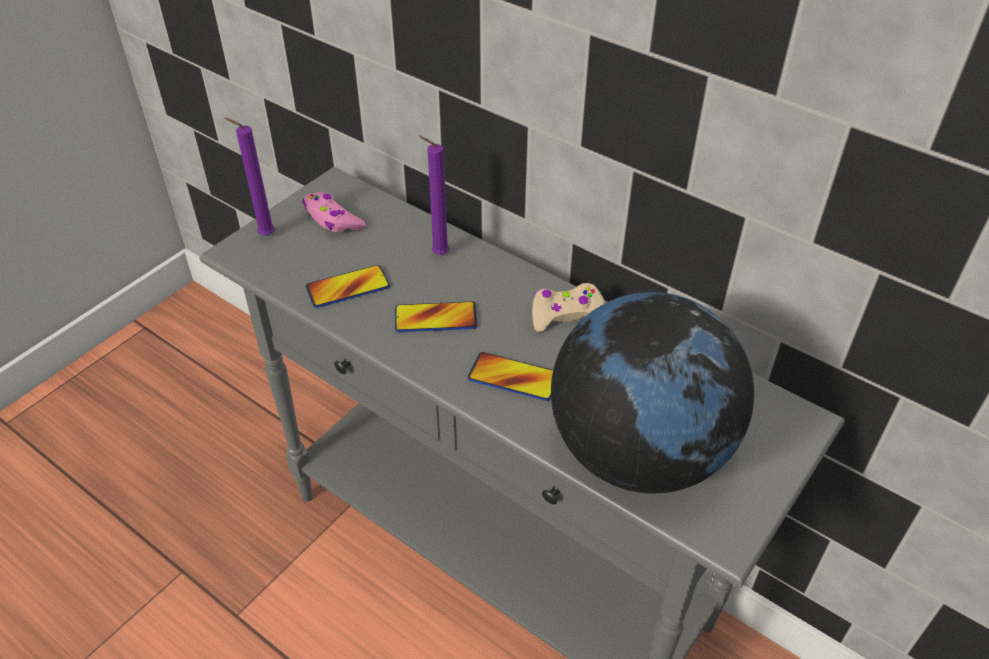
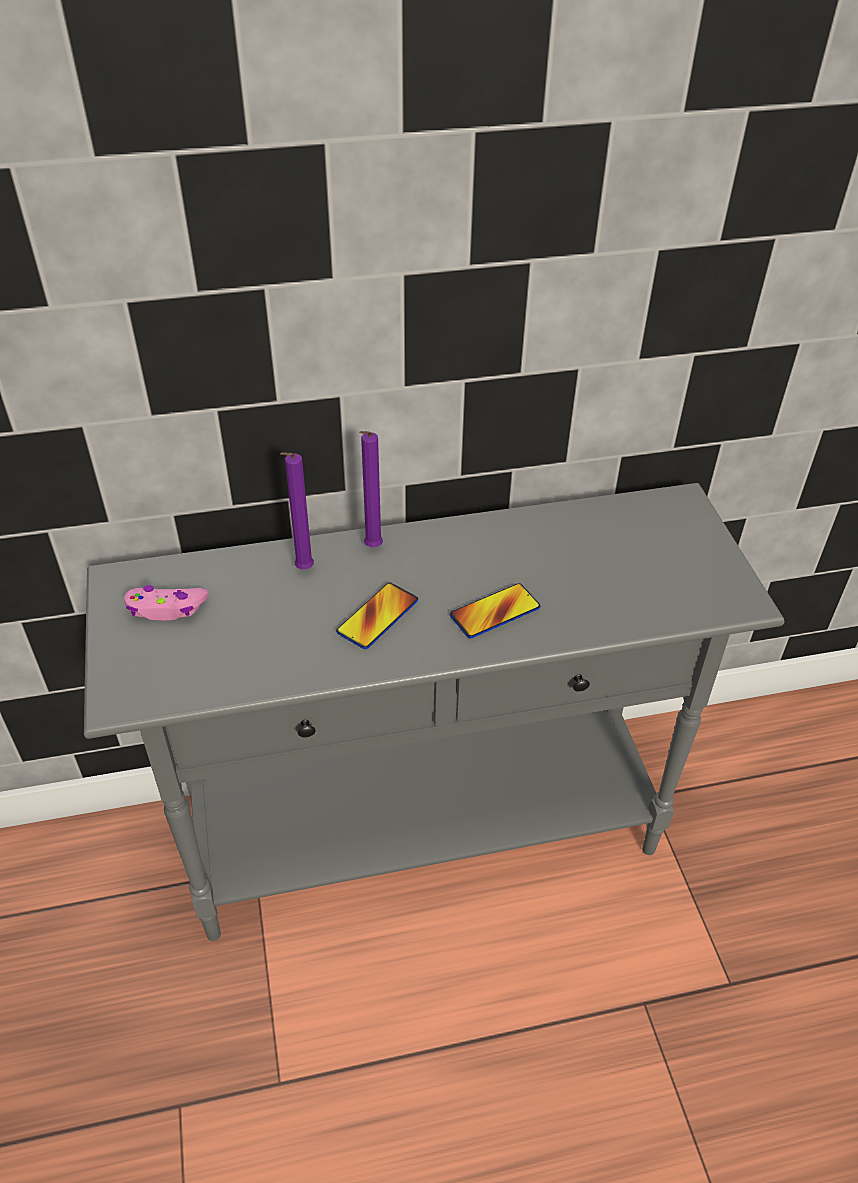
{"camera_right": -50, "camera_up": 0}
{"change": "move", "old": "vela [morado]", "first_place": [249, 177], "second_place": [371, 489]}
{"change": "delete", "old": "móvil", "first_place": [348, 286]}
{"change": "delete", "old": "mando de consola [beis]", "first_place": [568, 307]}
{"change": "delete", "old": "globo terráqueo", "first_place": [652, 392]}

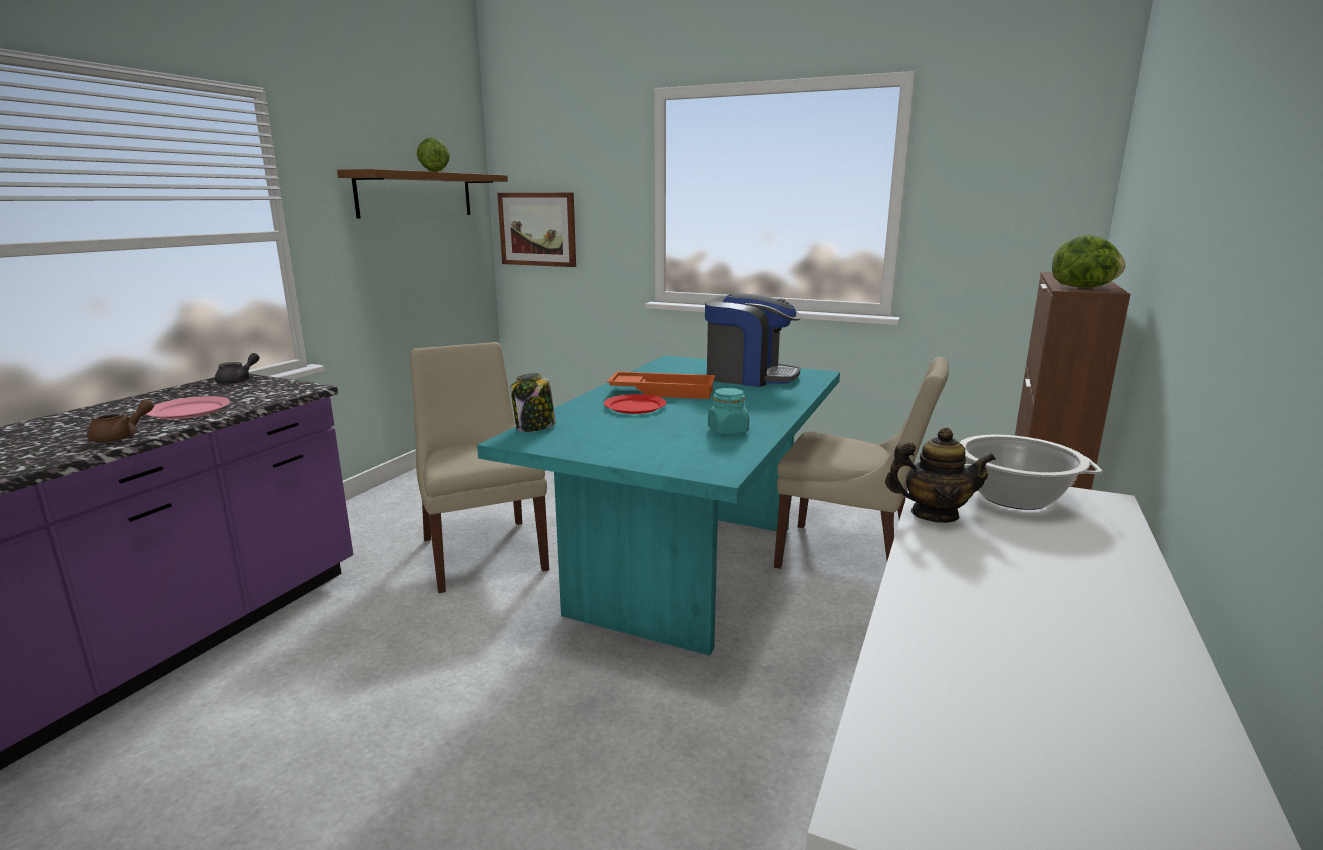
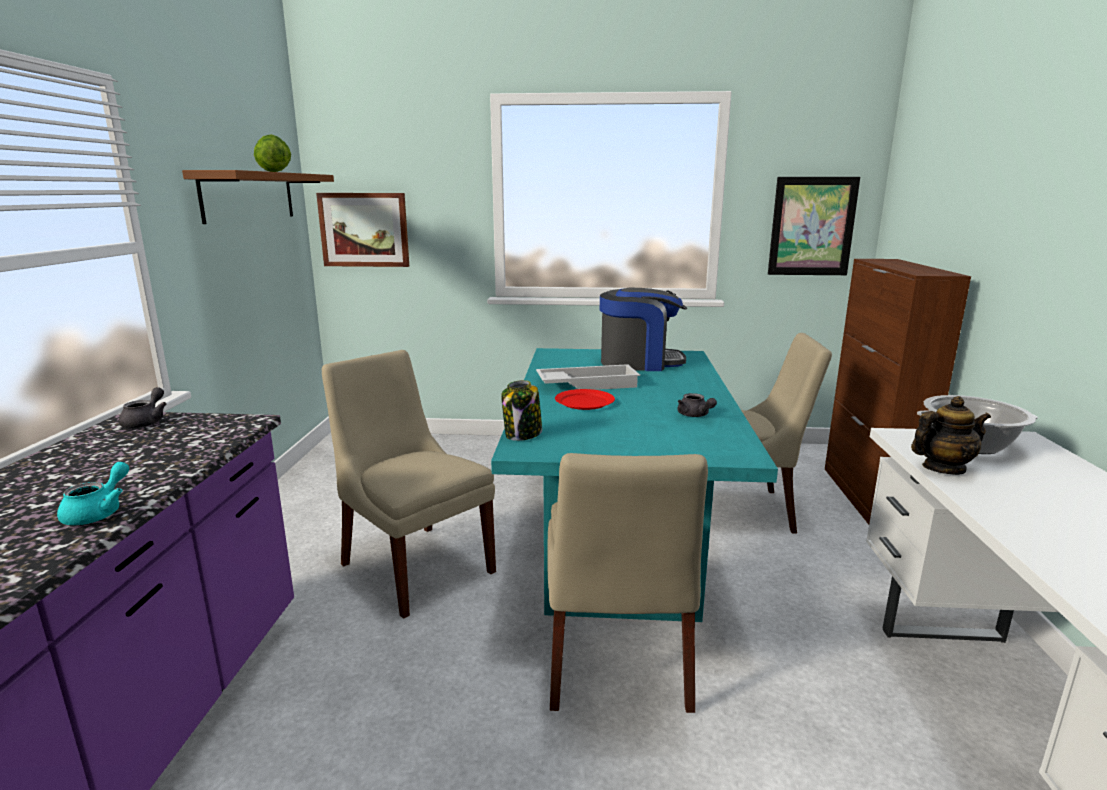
{"camera_right": -20, "camera_up": 0}
{"change": "delete", "old": "lechuga", "first_place": [1089, 261]}
{"change": "recolor", "old": "bandeja [naranja]", "new": "bandeja [blanco]", "first_place": [661, 385], "second_place": [588, 377]}
{"change": "replace", "old": "tarro [turquesa]", "new": "tetera [gris]", "first_place": [728, 411], "second_place": [697, 405]}
{"change": "delete", "old": "plato [rosa]", "first_place": [188, 407]}
{"change": "recolor", "old": "tetera [marrón]", "new": "tetera [turquesa]", "first_place": [120, 420], "second_place": [93, 493]}
{"change": "insert", "new": "cuadro", "second_place": [814, 226]}
{"change": "insert", "new": "silla [beis]", "second_place": [628, 583]}

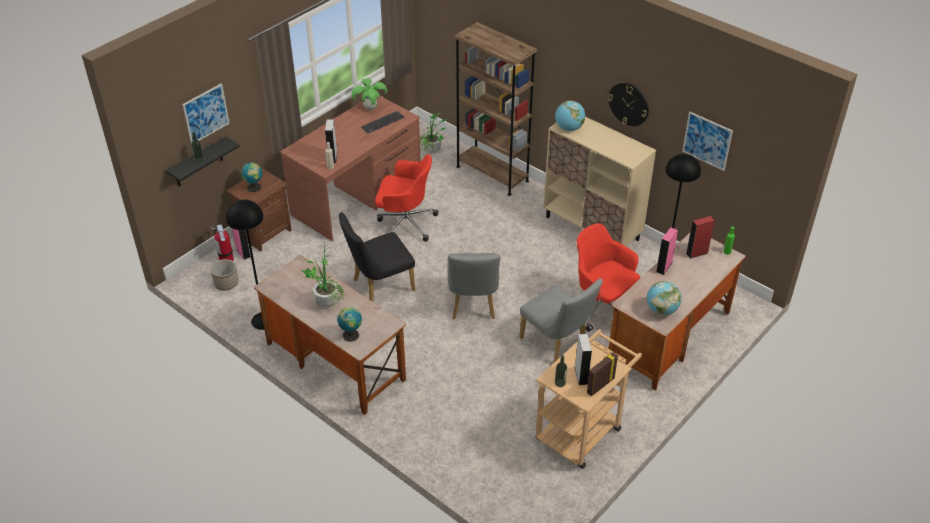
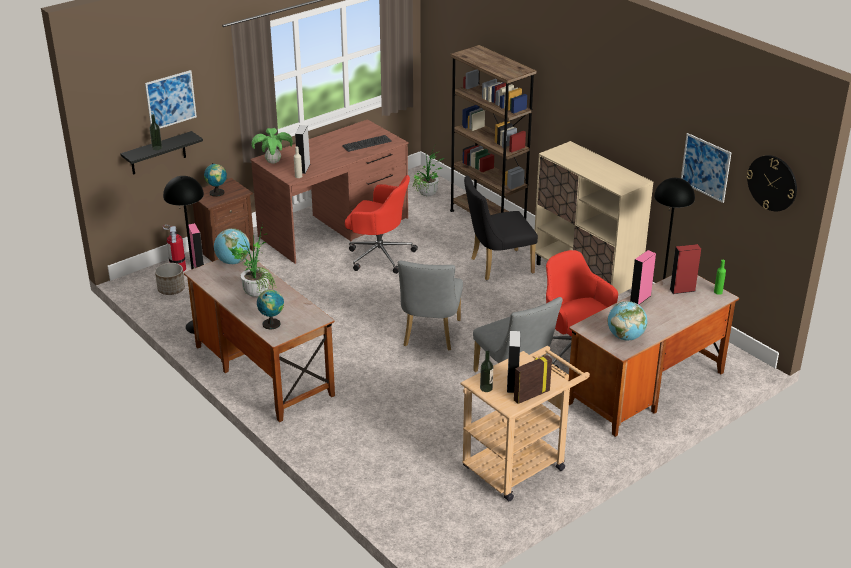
{"camera_right": 10, "camera_up": -10}
{"change": "move", "old": "planta en maceta", "first_place": [369, 94], "second_place": [272, 146]}
{"change": "move", "old": "reloj de pared", "first_place": [628, 104], "second_place": [771, 183]}
{"change": "move", "old": "globo terráqueo", "first_place": [570, 116], "second_place": [232, 246]}
{"change": "move", "old": "silla [negro]", "first_place": [377, 257], "second_place": [501, 228]}

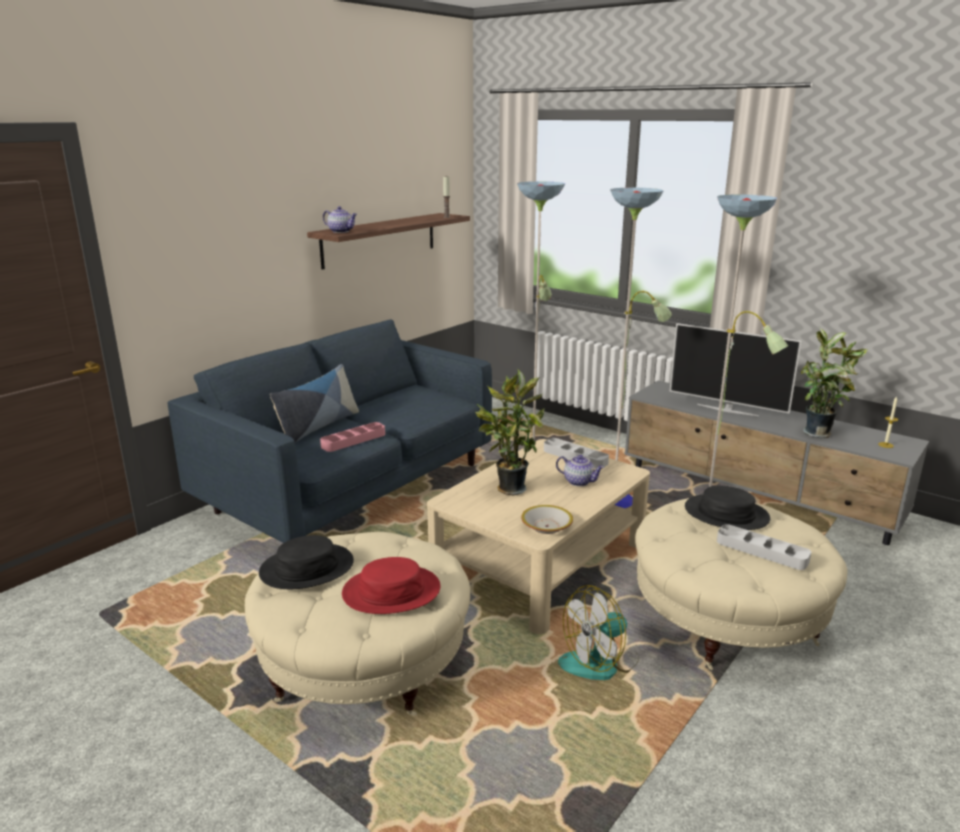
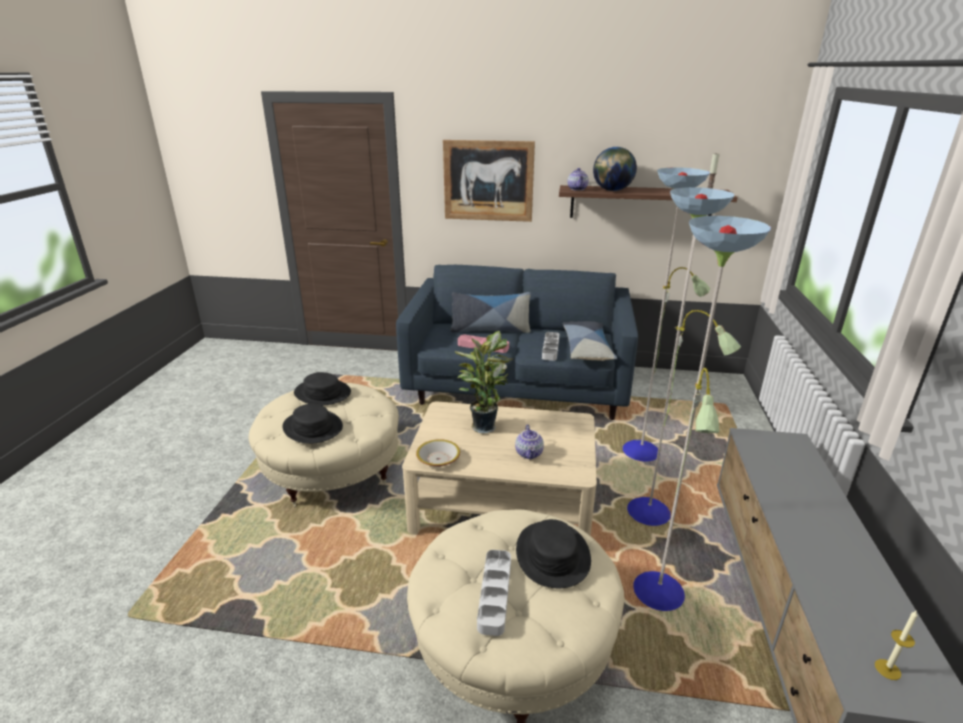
{"camera_right": 60, "camera_up": 5}
{"change": "delete", "old": "televisor", "first_place": [736, 369]}
{"change": "delete", "old": "planta en maceta", "first_place": [834, 382]}
{"change": "move", "old": "bandeja [gris]", "first_place": [576, 453], "second_place": [550, 346]}
{"change": "recolor", "old": "sombrero [rojo]", "new": "sombrero [negro]", "first_place": [391, 585], "second_place": [313, 424]}
{"change": "delete", "old": "ventilador", "first_place": [598, 632]}
{"change": "insert", "new": "cuadro", "second_place": [489, 181]}
{"change": "insert", "new": "globo terráqueo", "second_place": [615, 169]}
{"change": "insert", "new": "cojín", "second_place": [590, 341]}

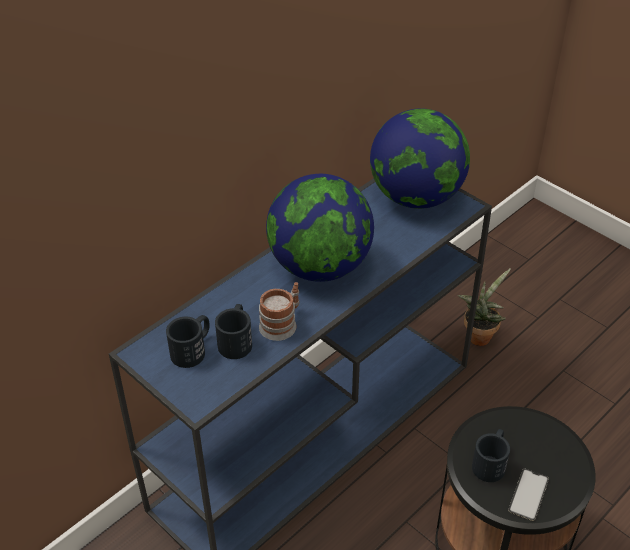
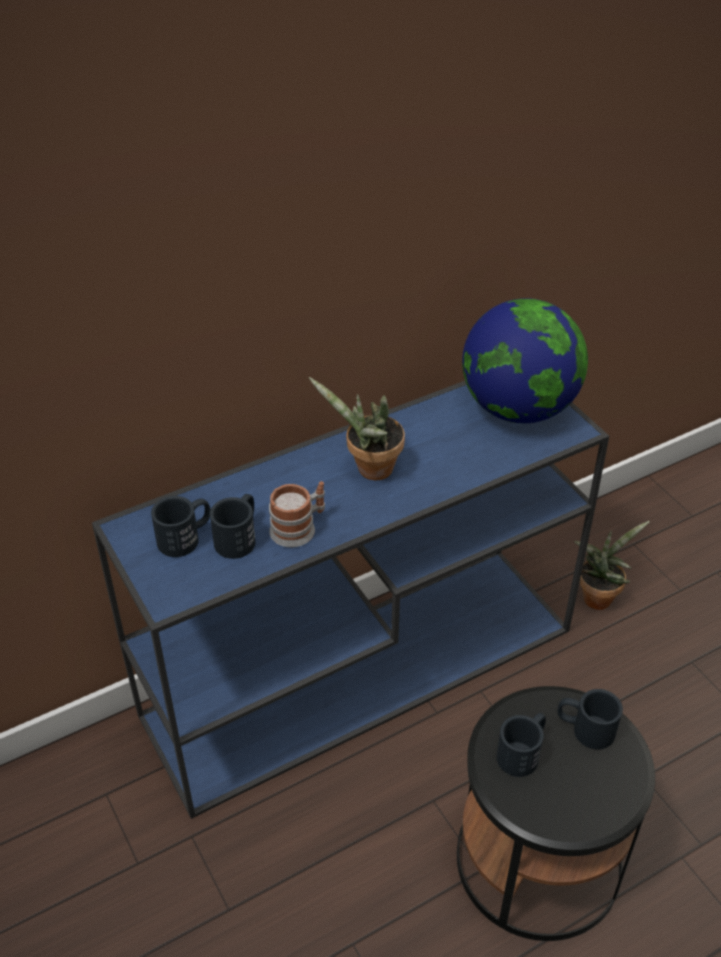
{"camera_right": 15, "camera_up": 0}
{"change": "replace", "old": "globo terráqueo", "new": "planta en maceta", "first_place": [320, 228], "second_place": [357, 428]}
{"change": "delete", "old": "móvil", "first_place": [528, 495]}
{"change": "insert", "new": "taza grande [negro]", "second_place": [590, 719]}

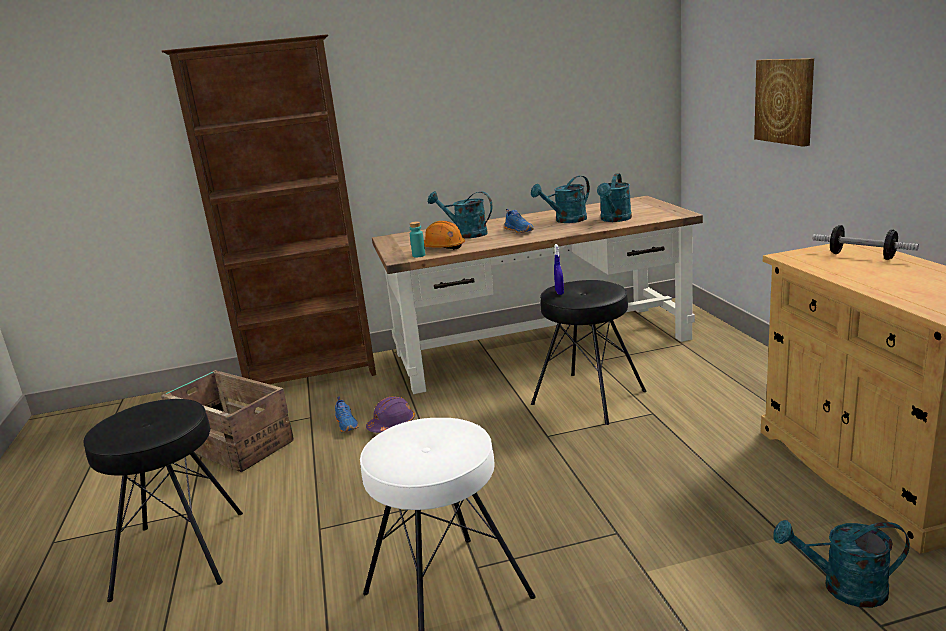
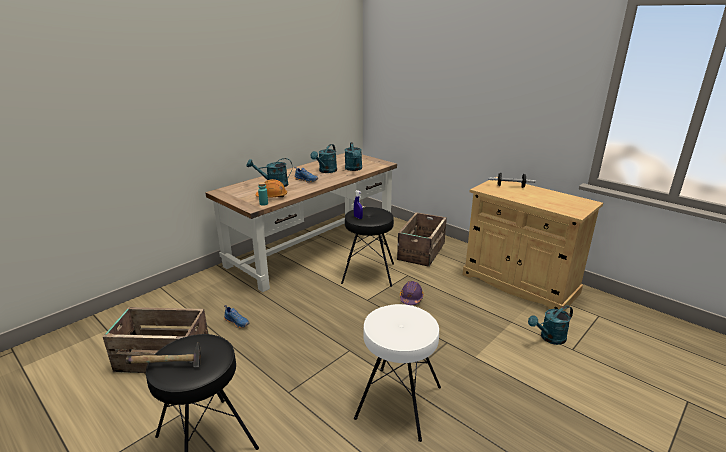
{"camera_right": -35, "camera_up": 5}
{"change": "delete", "old": "estantería [marrón]", "first_place": [269, 209]}
{"change": "delete", "old": "cuadro", "first_place": [784, 102]}
{"change": "move", "old": "casco [morado]", "first_place": [390, 414], "second_place": [412, 293]}
{"change": "insert", "new": "caja de embalaje", "second_place": [422, 239]}
{"change": "insert", "new": "martillo", "second_place": [163, 354]}

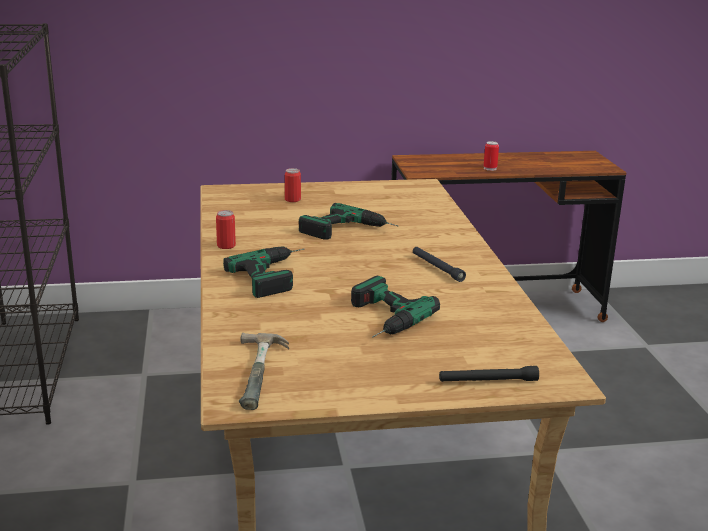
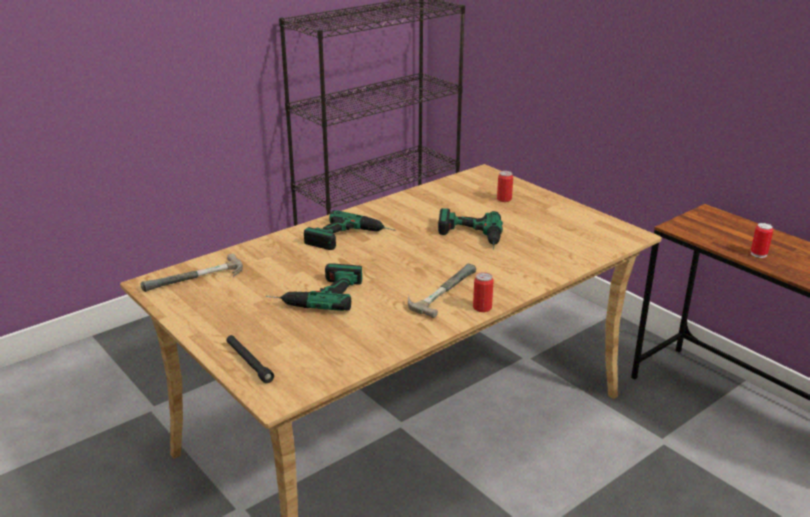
{"camera_right": 60, "camera_up": 5}
{"change": "move", "old": "lata", "first_place": [226, 229], "second_place": [483, 292]}
{"change": "replace", "old": "linterna [negro]", "new": "martillo", "first_place": [439, 264], "second_place": [442, 290]}

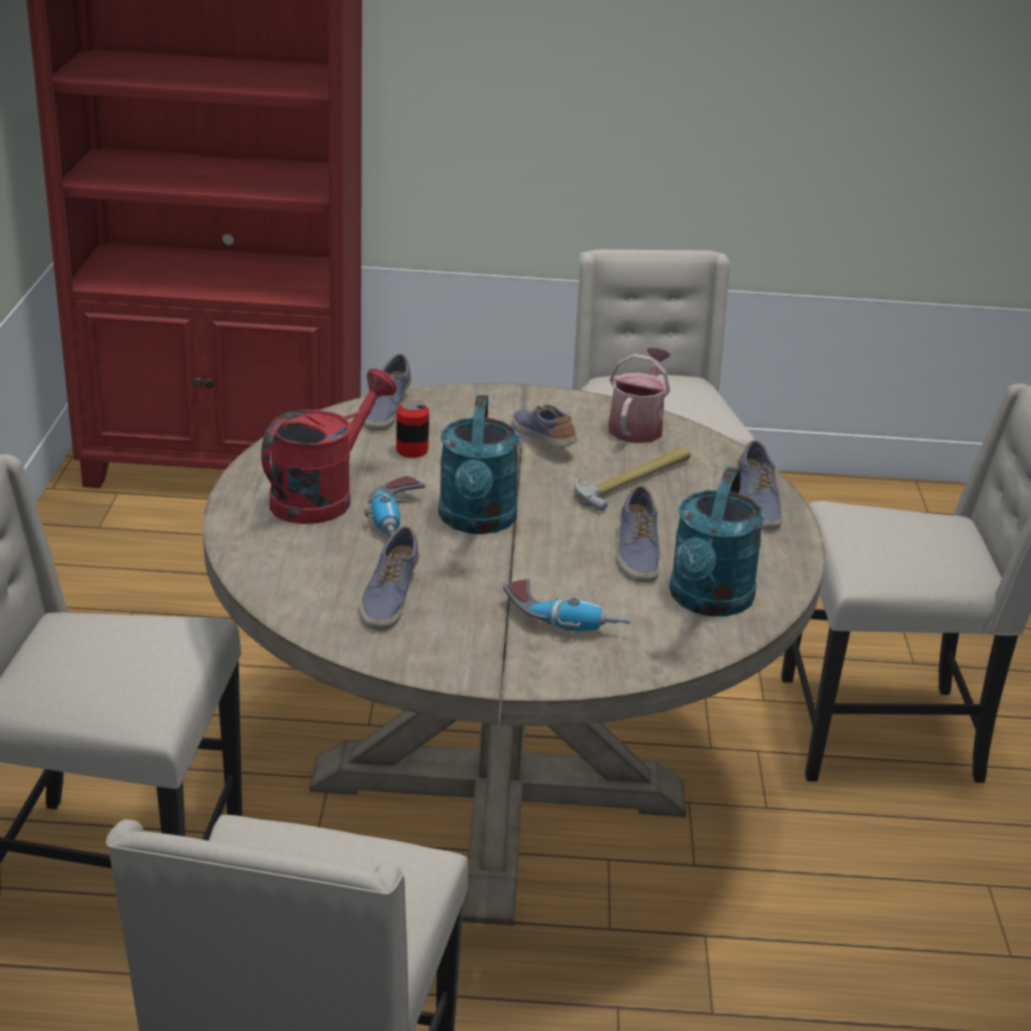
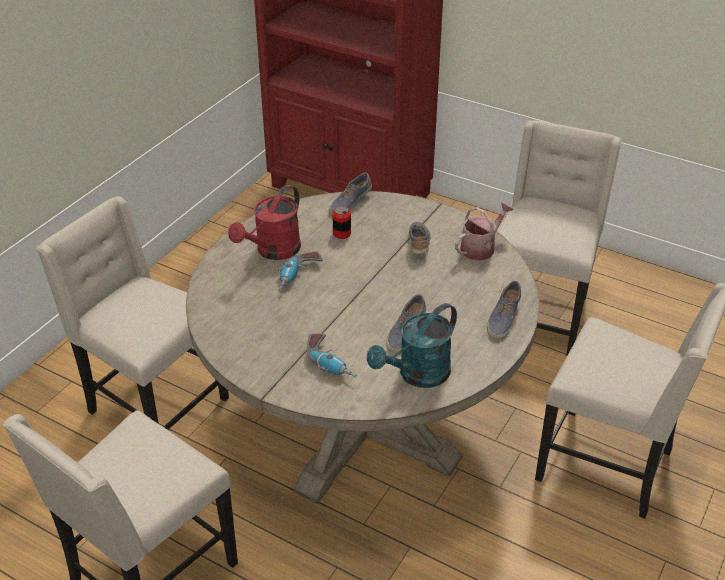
{"camera_right": 30, "camera_up": 10}
{"change": "rotate", "old": "regadera [rojo]", "first_place": [329, 446], "second_place": [264, 222], "degrees": 150}
{"change": "delete", "old": "regadera [turquesa]", "first_place": [479, 464]}
{"change": "delete", "old": "martillo", "first_place": [632, 478]}
{"change": "delete", "old": "zapato", "first_place": [389, 578]}

